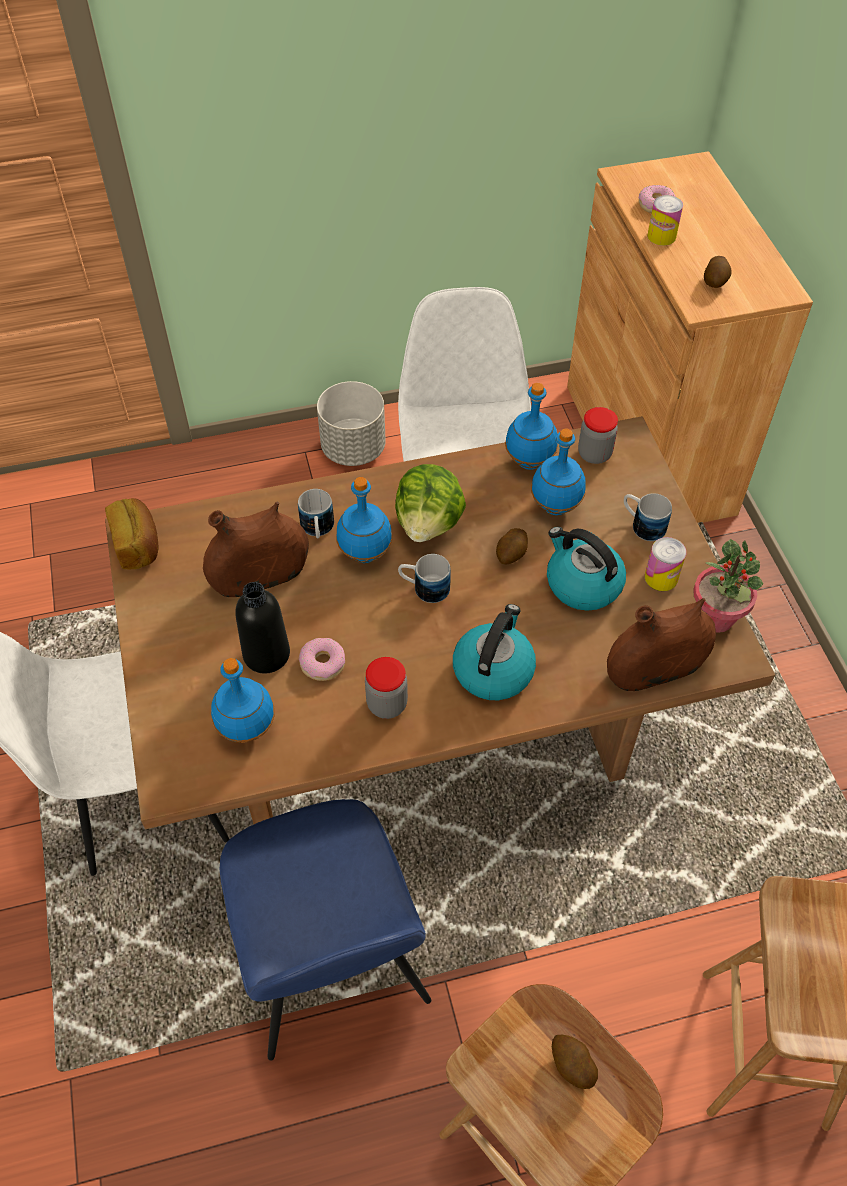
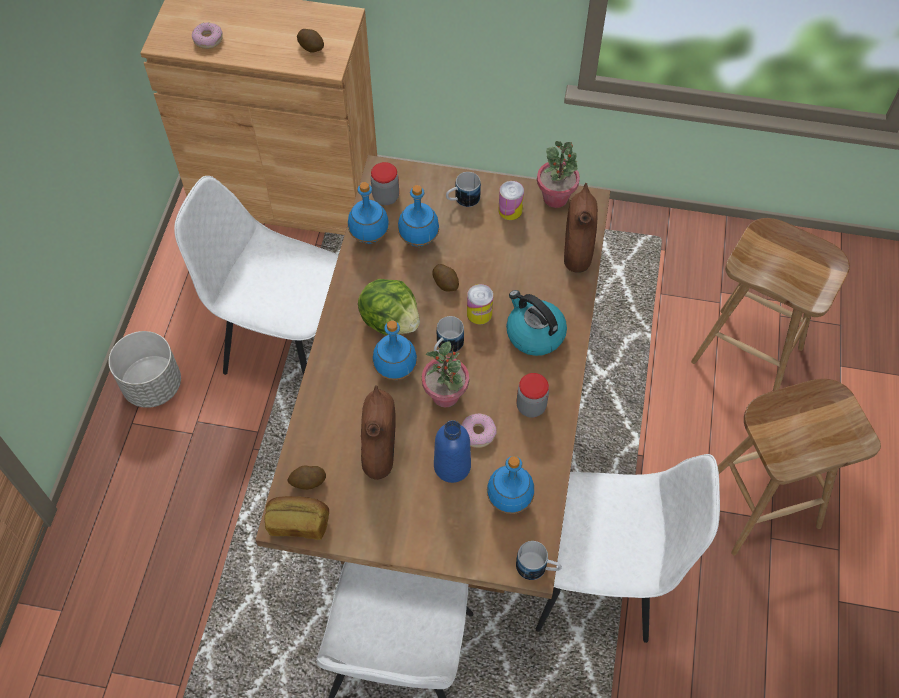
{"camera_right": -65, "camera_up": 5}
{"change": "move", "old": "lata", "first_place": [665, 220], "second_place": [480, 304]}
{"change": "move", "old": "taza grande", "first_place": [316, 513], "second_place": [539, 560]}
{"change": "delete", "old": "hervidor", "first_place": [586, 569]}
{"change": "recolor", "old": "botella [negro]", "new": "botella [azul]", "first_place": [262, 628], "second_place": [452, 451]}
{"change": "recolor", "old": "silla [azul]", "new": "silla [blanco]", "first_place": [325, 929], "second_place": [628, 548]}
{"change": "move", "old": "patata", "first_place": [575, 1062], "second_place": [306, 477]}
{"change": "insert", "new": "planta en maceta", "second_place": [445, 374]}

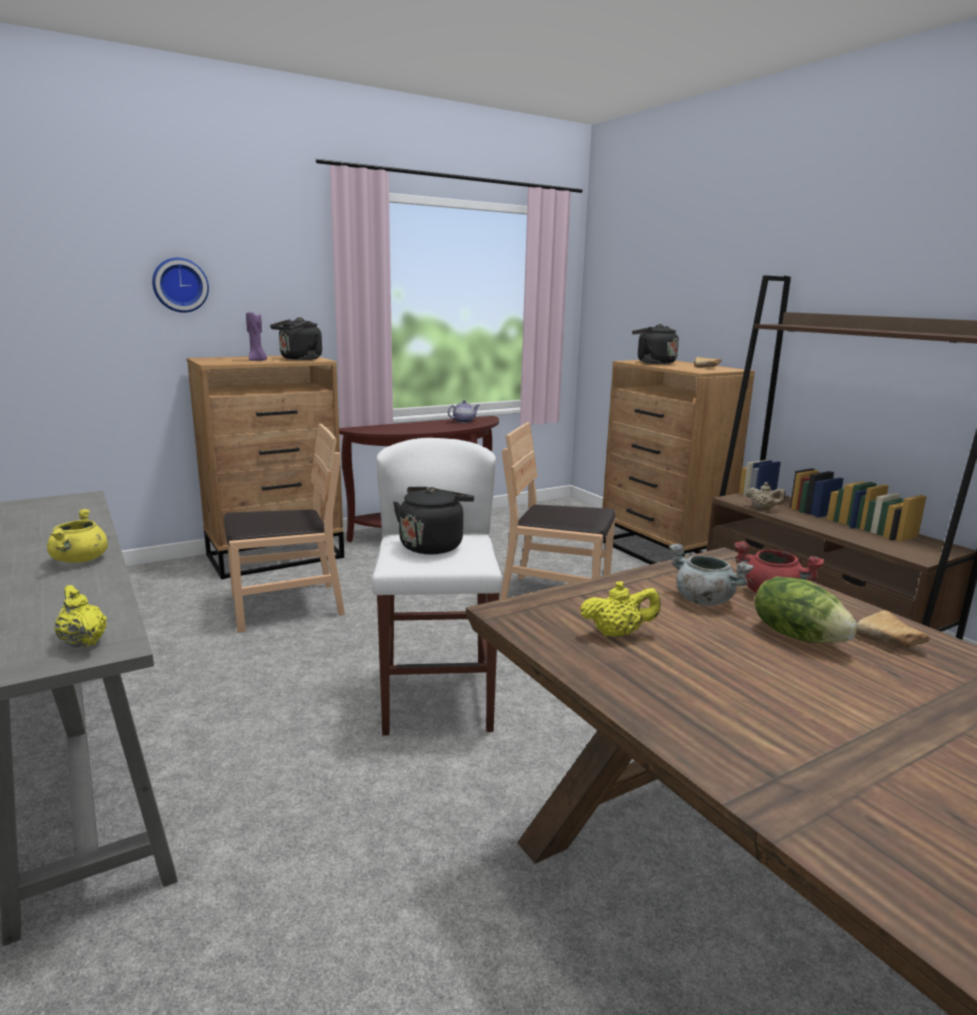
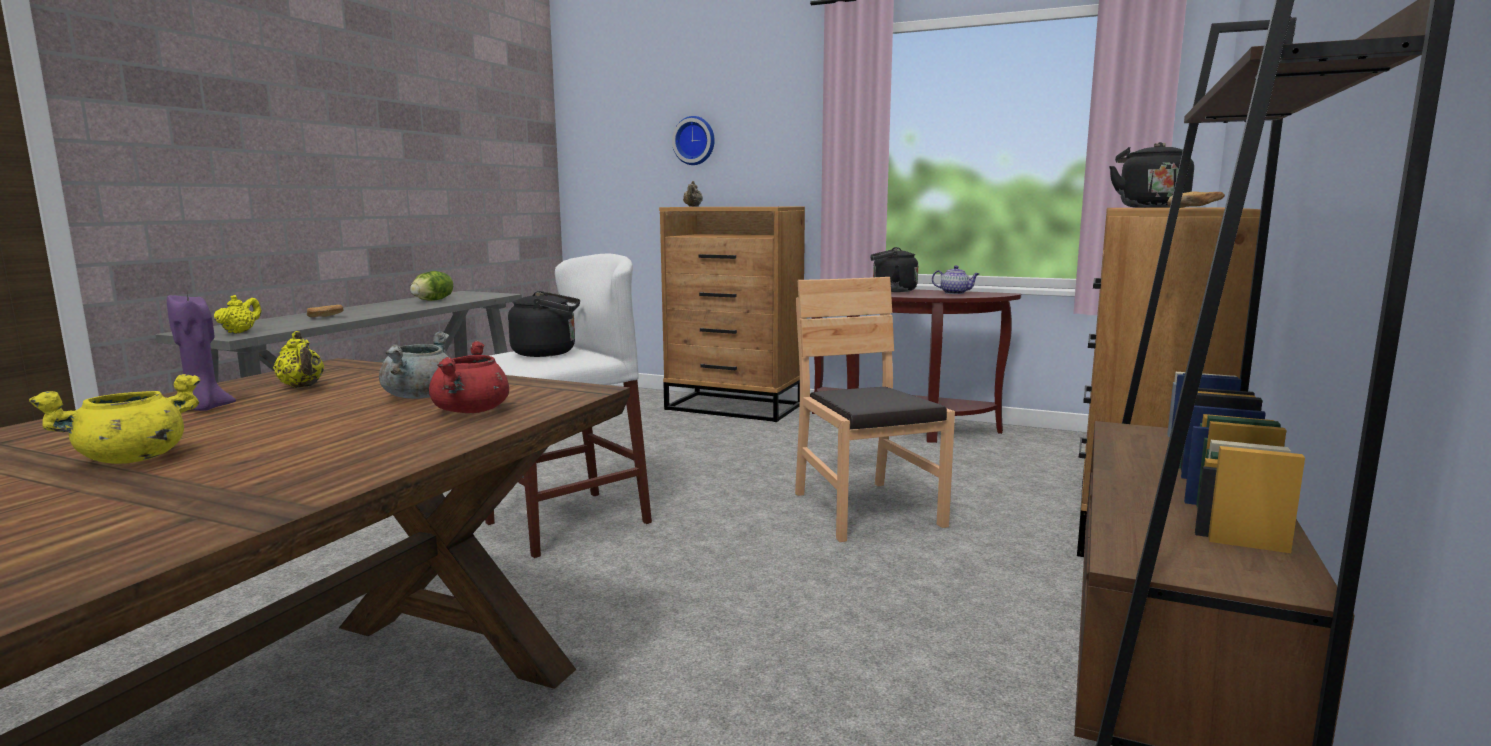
{"camera_right": 55, "camera_up": -5}
{"change": "move", "old": "vela [morado]", "first_place": [256, 336], "second_place": [201, 352]}
{"change": "move", "old": "hervidor [negro]", "first_place": [296, 338], "second_place": [894, 269]}
{"change": "delete", "old": "silla [marrón]", "first_place": [284, 528]}
{"change": "move", "old": "tetera [beis]", "first_place": [766, 496], "second_place": [693, 194]}
{"change": "move", "old": "olla [amarillo]", "first_place": [77, 535], "second_place": [115, 419]}
{"change": "move", "old": "lechuga", "first_place": [806, 609], "second_place": [431, 286]}
{"change": "move", "old": "pan", "first_place": [893, 629], "second_place": [325, 311]}

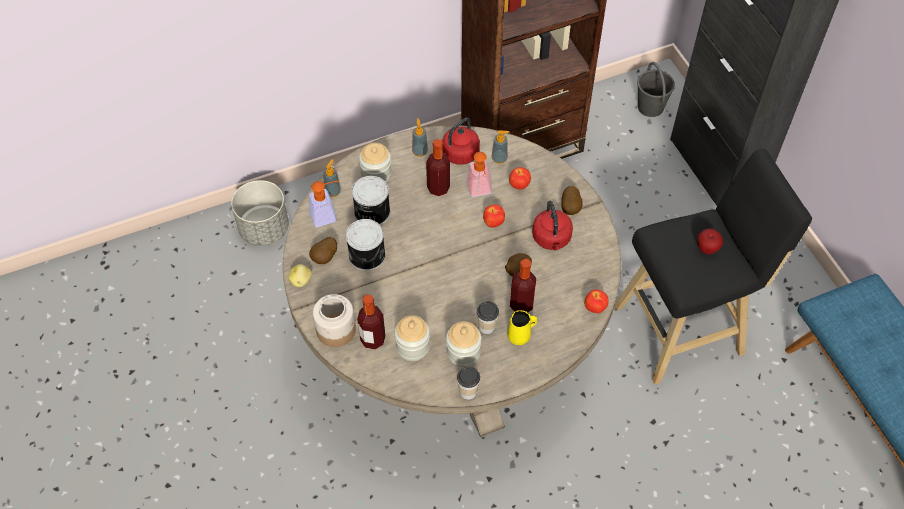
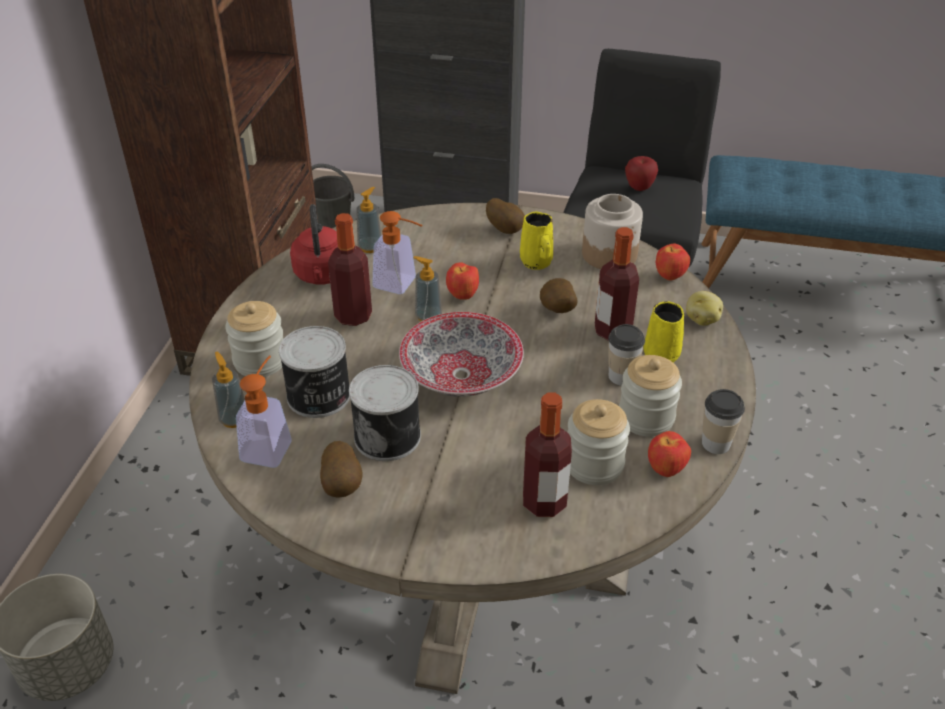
{"camera_right": -55, "camera_up": -15}
{"change": "move", "old": "dispensador de jabón", "first_place": [420, 137], "second_place": [427, 289]}
{"change": "move", "old": "manzana", "first_place": [520, 178], "second_place": [669, 454]}
{"change": "replace", "old": "hervidor [rojo]", "new": "taza grande [amarillo]", "first_place": [552, 226], "second_place": [536, 241]}
{"change": "move", "old": "patata", "first_place": [300, 276], "second_place": [704, 308]}
{"change": "move", "old": "tarro", "first_place": [334, 320], "second_place": [612, 231]}
{"change": "insert", "new": "cuenco", "second_place": [461, 354]}

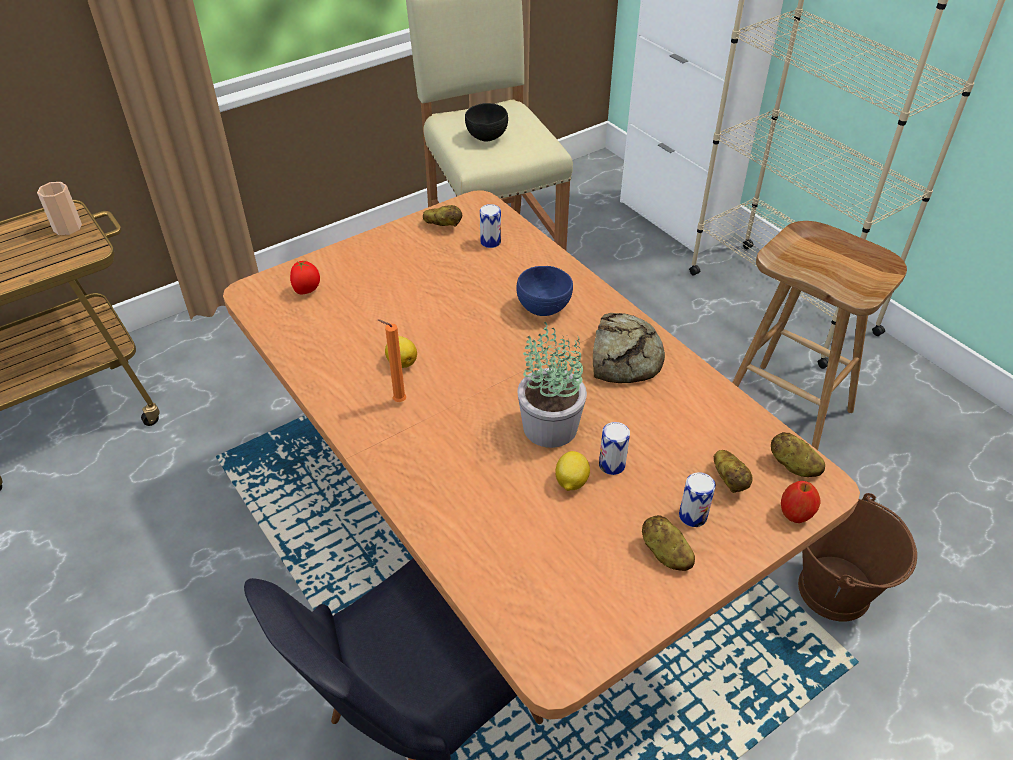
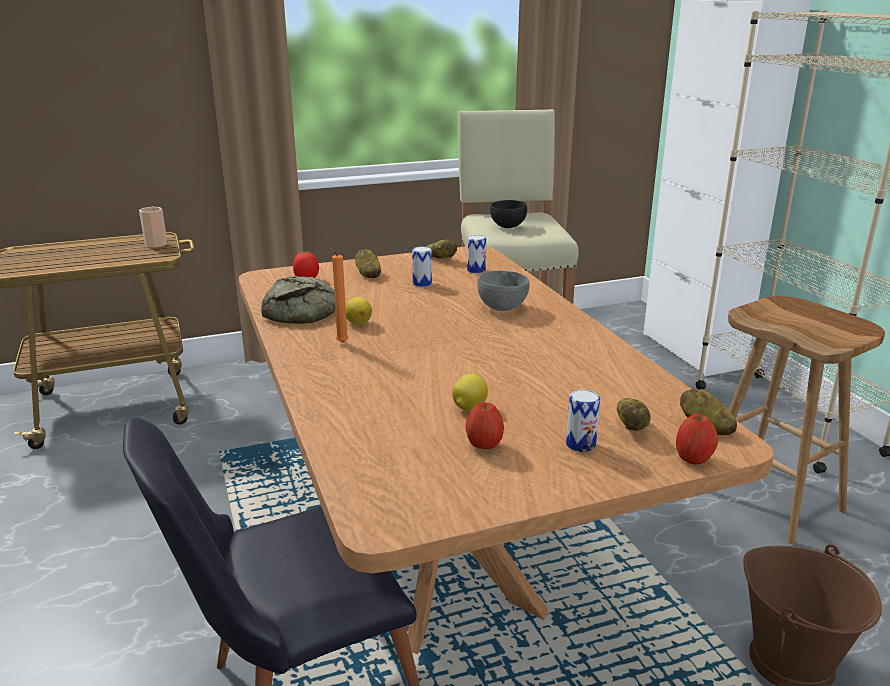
{"camera_right": 15, "camera_up": -20}
{"change": "recolor", "old": "cuenco [azul]", "new": "cuenco [gris]", "first_place": [544, 291], "second_place": [503, 290]}
{"change": "move", "old": "pan", "first_place": [629, 348], "second_place": [298, 300]}
{"change": "delete", "old": "planta en maceta", "first_place": [552, 384]}
{"change": "move", "old": "lata", "first_place": [614, 448], "second_place": [422, 266]}
{"change": "move", "old": "patata", "first_place": [668, 543], "second_place": [368, 263]}
{"change": "insert", "new": "manzana", "second_place": [485, 425]}

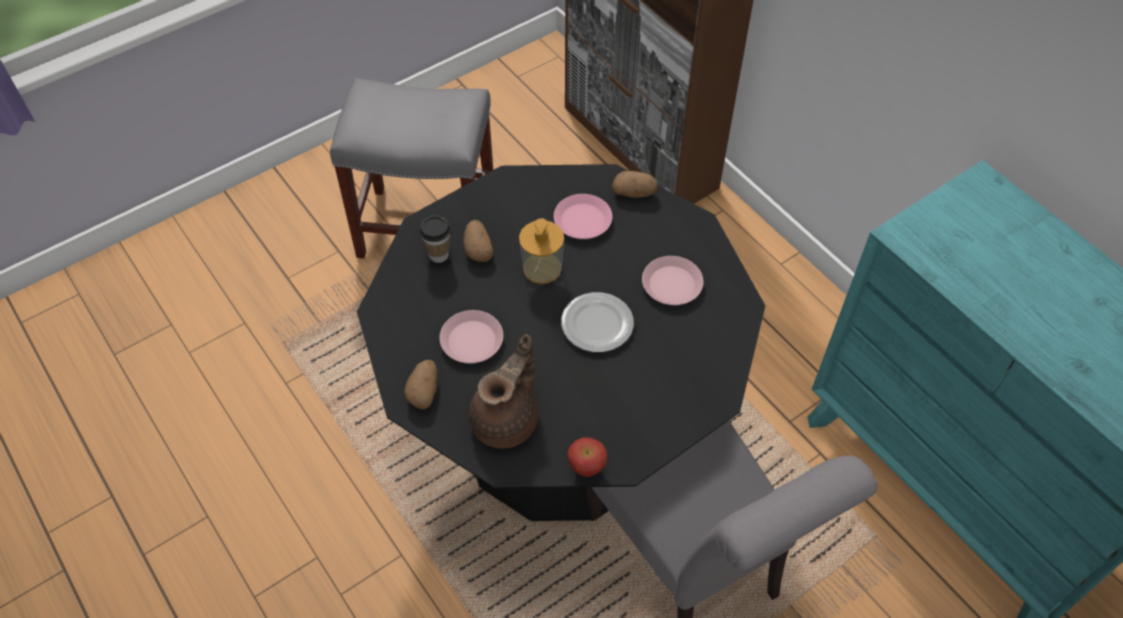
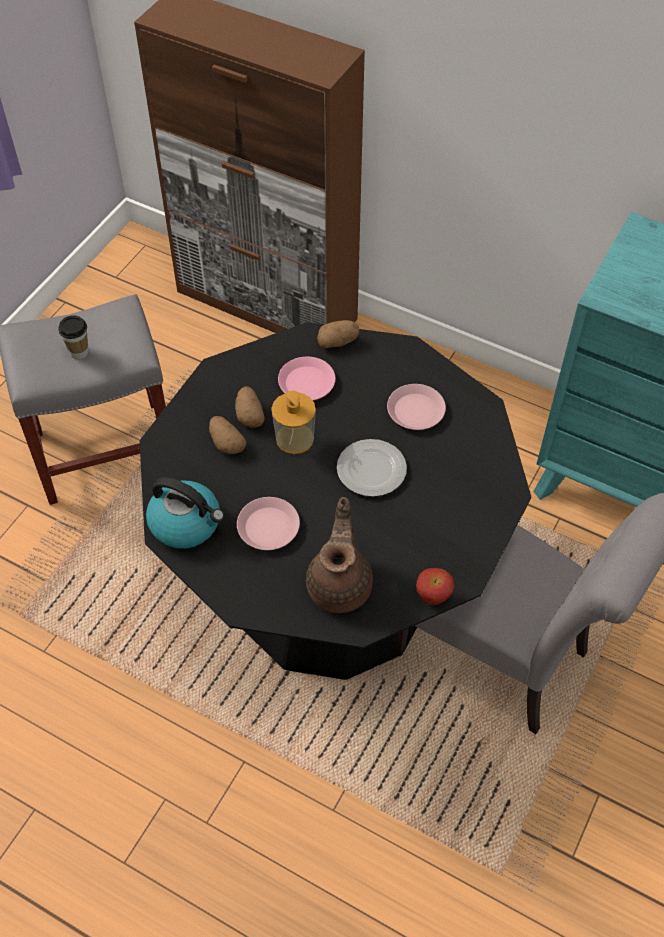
{"camera_right": -25, "camera_up": 0}
{"change": "move", "old": "taza", "first_place": [435, 239], "second_place": [73, 337]}
{"change": "move", "old": "patata", "first_place": [421, 384], "second_place": [250, 406]}
{"change": "insert", "new": "hervidor", "second_place": [185, 513]}

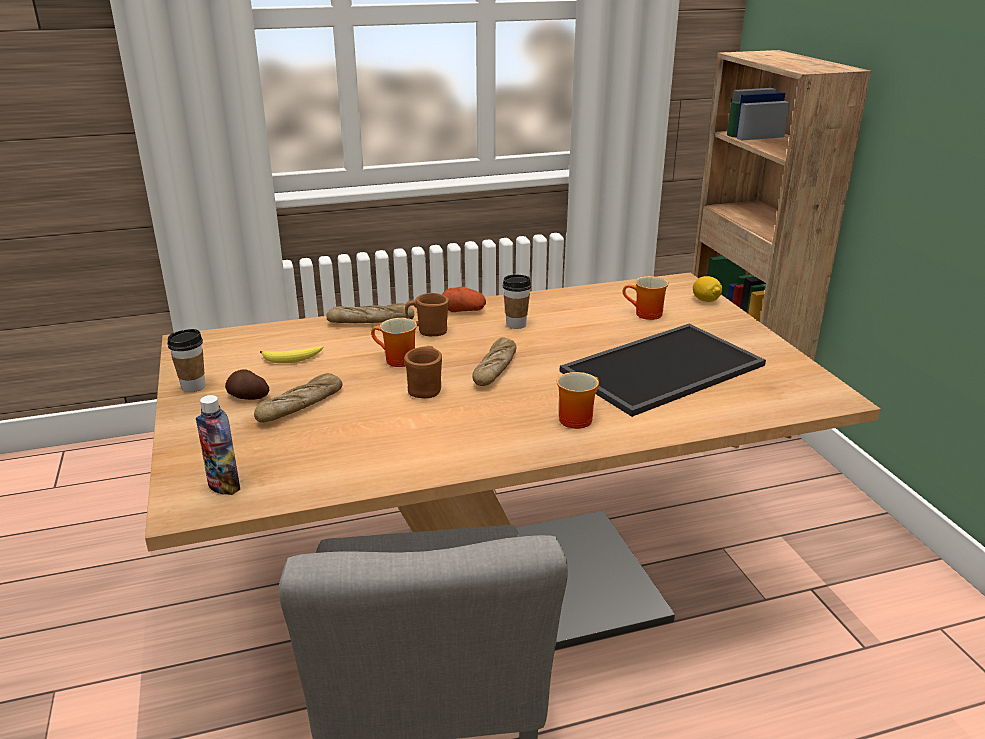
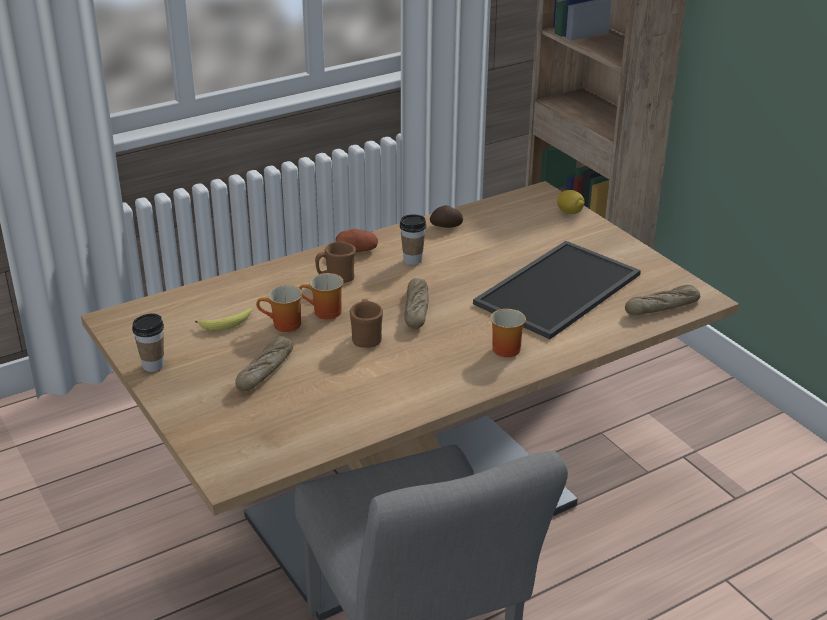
{"camera_right": -15, "camera_up": 5}
{"change": "move", "old": "taza grande", "first_place": [646, 298], "second_place": [279, 308]}
{"change": "move", "old": "pan", "first_place": [370, 313], "second_place": [662, 300]}
{"change": "move", "old": "patata", "first_place": [247, 384], "second_place": [446, 216]}
{"change": "delete", "old": "botella", "first_place": [218, 445]}

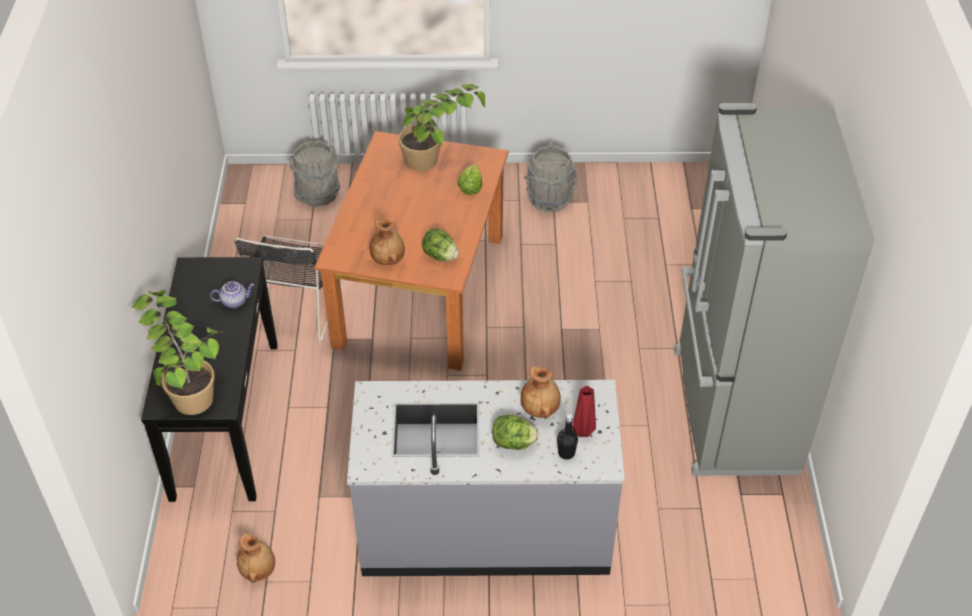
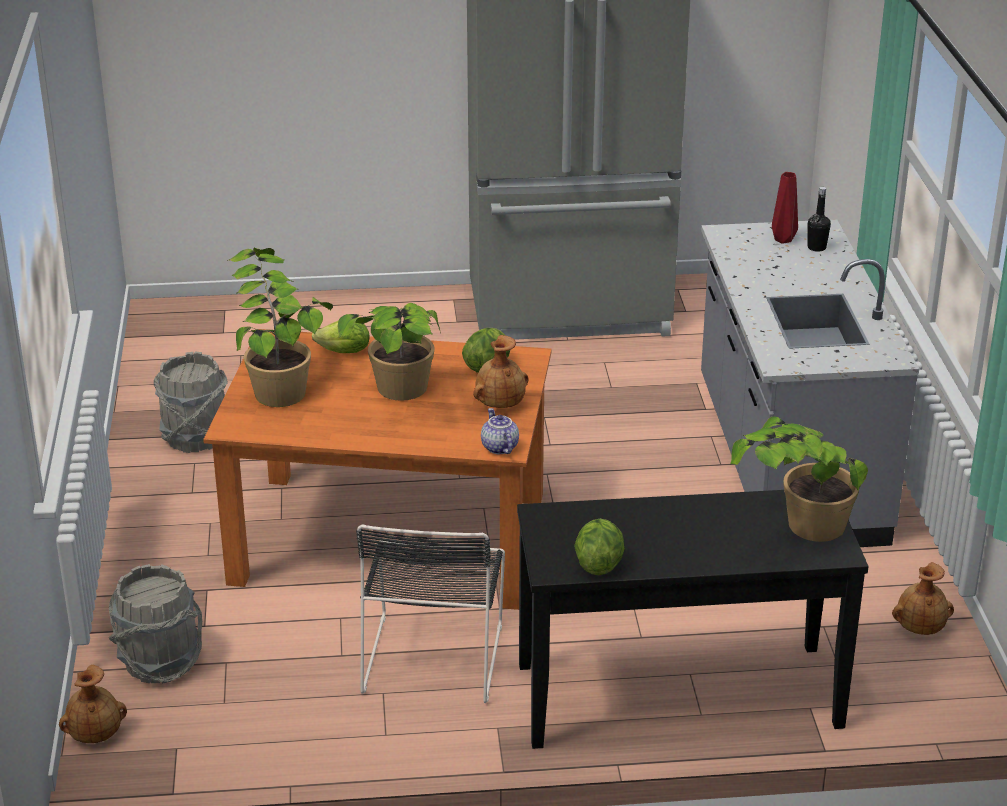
{"camera_right": -95, "camera_up": -15}
{"change": "rotate", "old": "silla [negro]", "first_place": [288, 288], "second_place": [430, 614], "degrees": 90}
{"change": "move", "old": "tetera", "first_place": [232, 294], "second_place": [500, 431]}
{"change": "move", "old": "florero [marrón]", "first_place": [541, 392], "second_place": [93, 704]}
{"change": "move", "old": "lechuga", "first_place": [515, 432], "second_place": [599, 547]}
{"change": "insert", "new": "planta en maceta", "second_place": [389, 352]}

